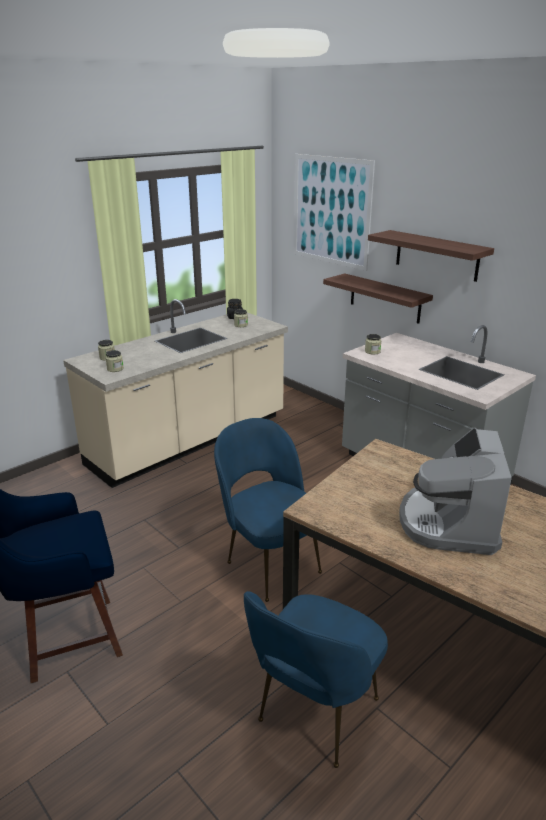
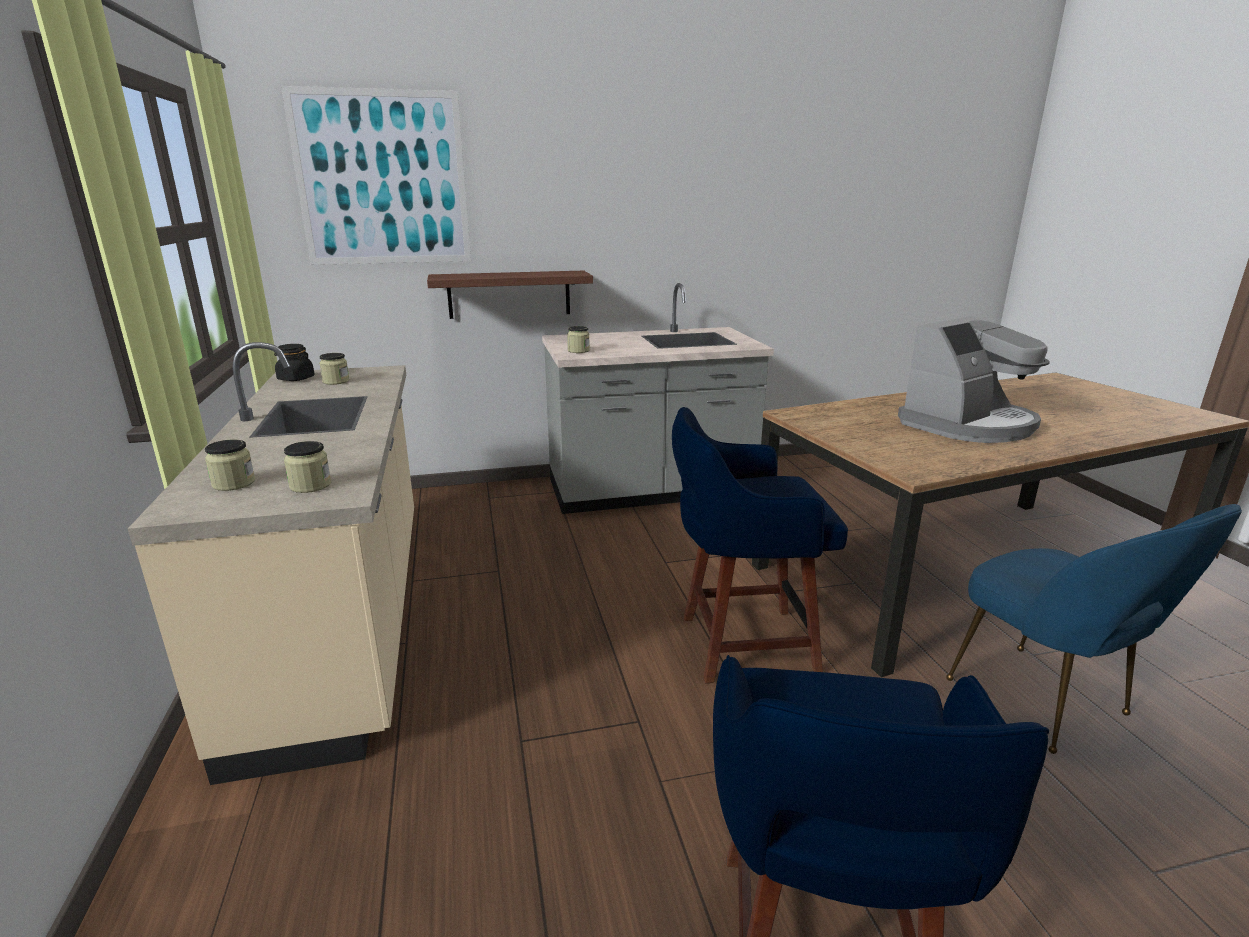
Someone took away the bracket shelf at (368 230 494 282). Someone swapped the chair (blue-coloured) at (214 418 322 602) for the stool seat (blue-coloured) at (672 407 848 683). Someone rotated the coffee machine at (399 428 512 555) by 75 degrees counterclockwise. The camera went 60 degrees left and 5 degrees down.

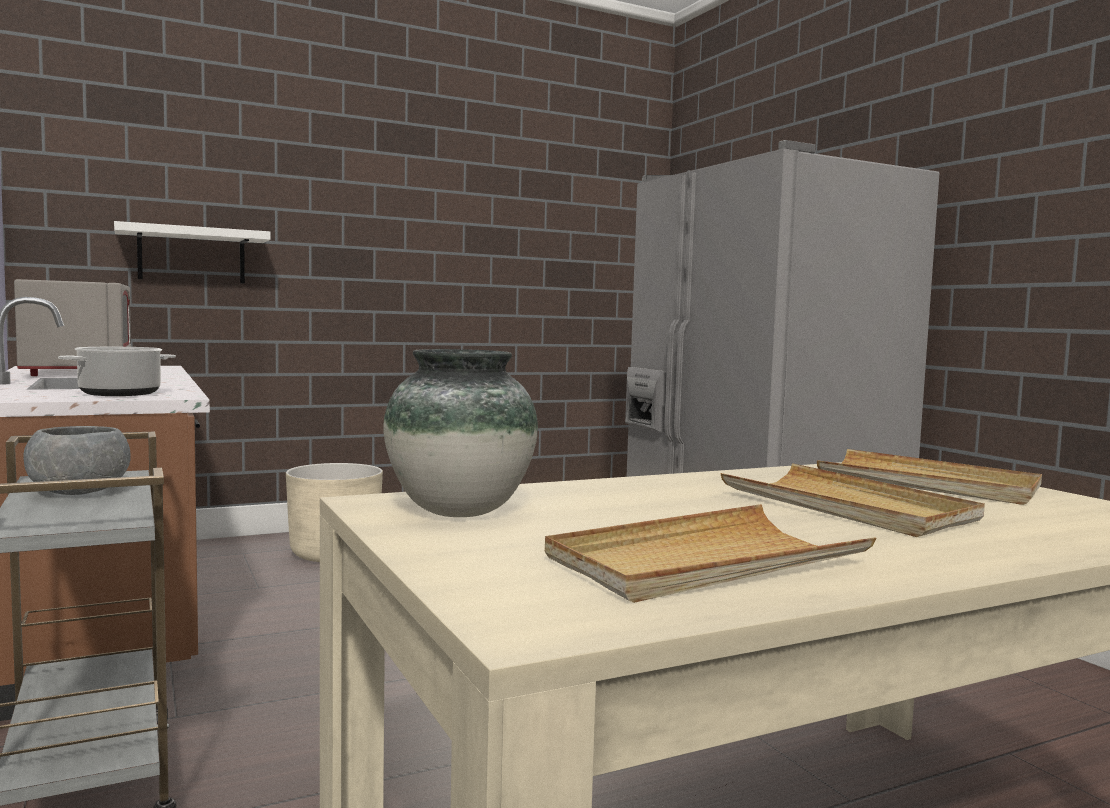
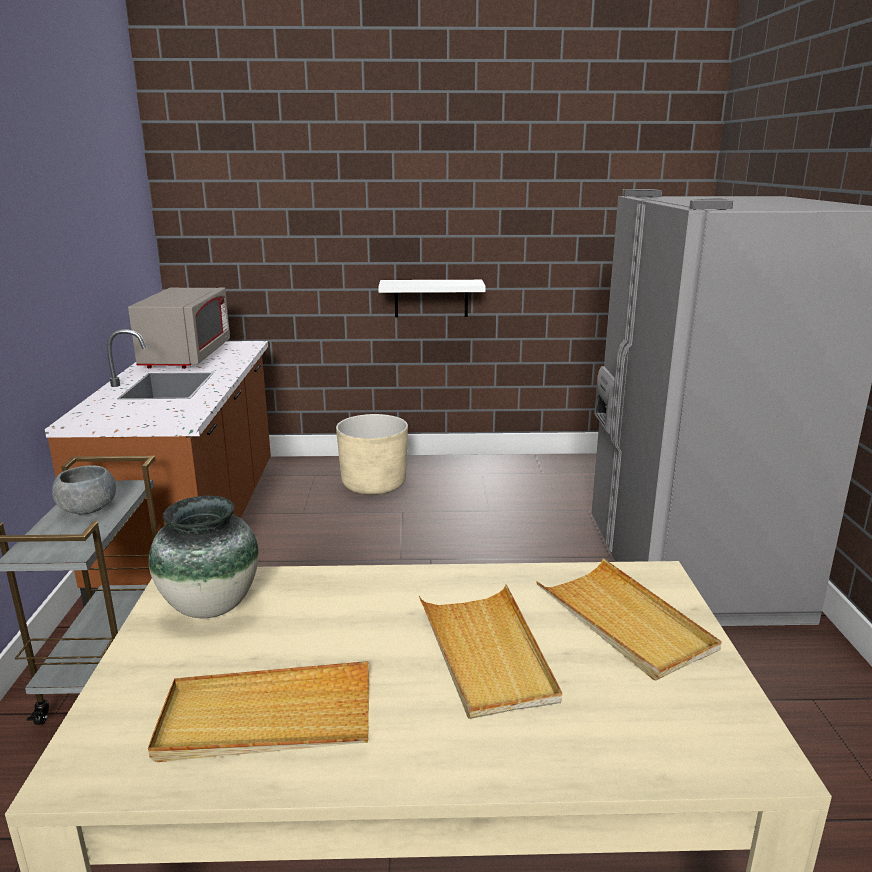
Someone took away the saucepot at (58 347 176 396). Someone carried the bracket shelf (whitish) from (114 221 271 284) to (378 280 486 317). The camera went 25 degrees right and 15 degrees up.

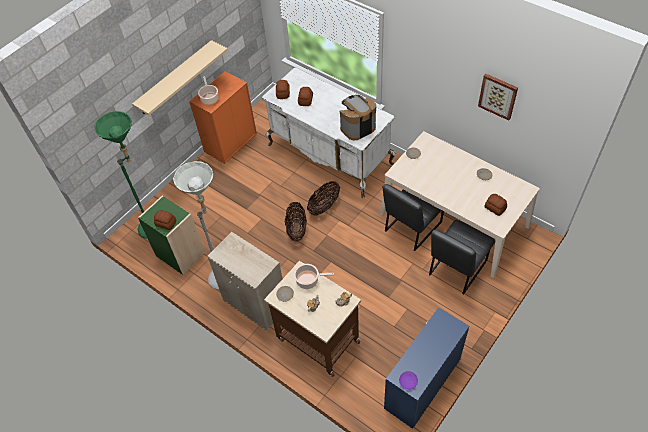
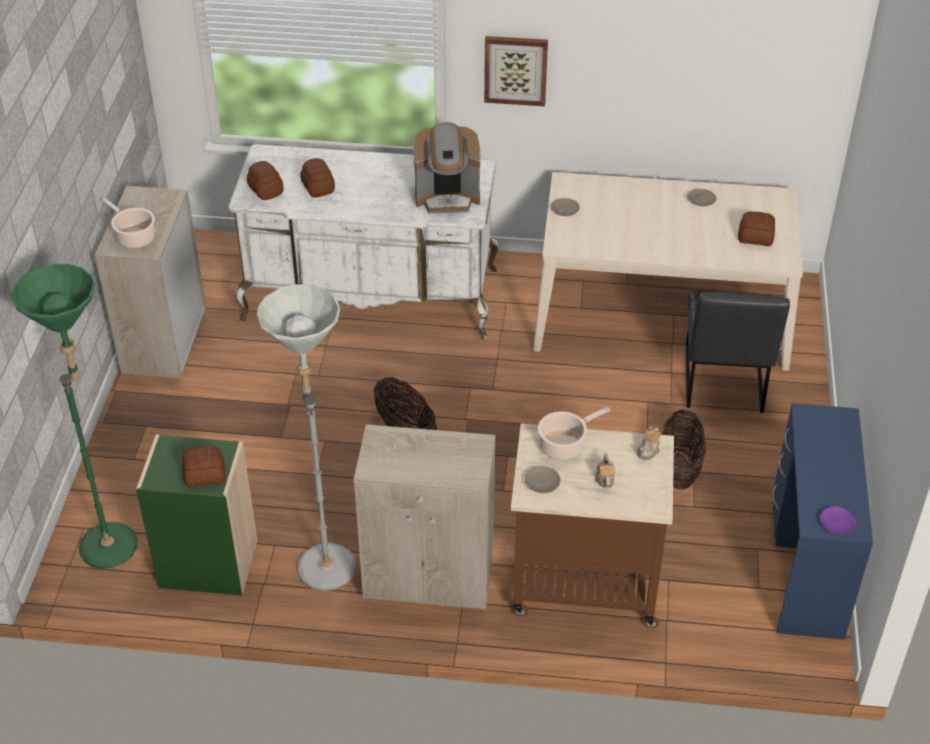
Someone took away the bracket shelf (beige-coloured) at (132 40 228 115). Someone took away the chair (grey) at (383 184 444 251). Someone carried the basket from (307 181 340 216) to (662 410 706 490). Someone carried the wall picture from (478 73 518 120) to (484 36 548 106). Someone repainted the cupboard (orange) at (189 71 257 164), which became the cupboard (beige-coloured) at (95 186 206 378). Someone rotated the coffee machine at (340 95 376 140) by 120 degrees counterclockwise. The camera went 35 degrees left and 10 degrees down.

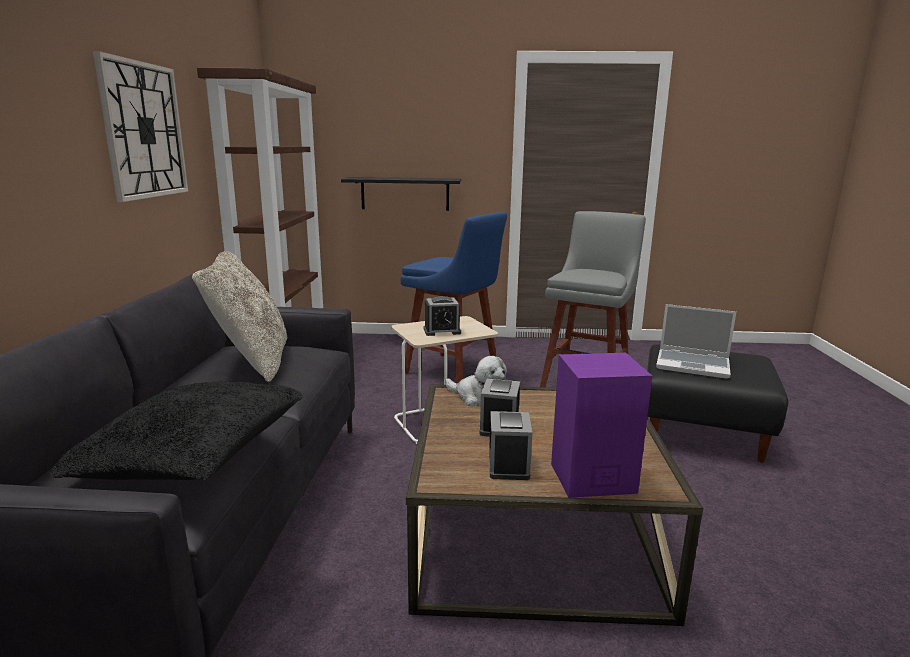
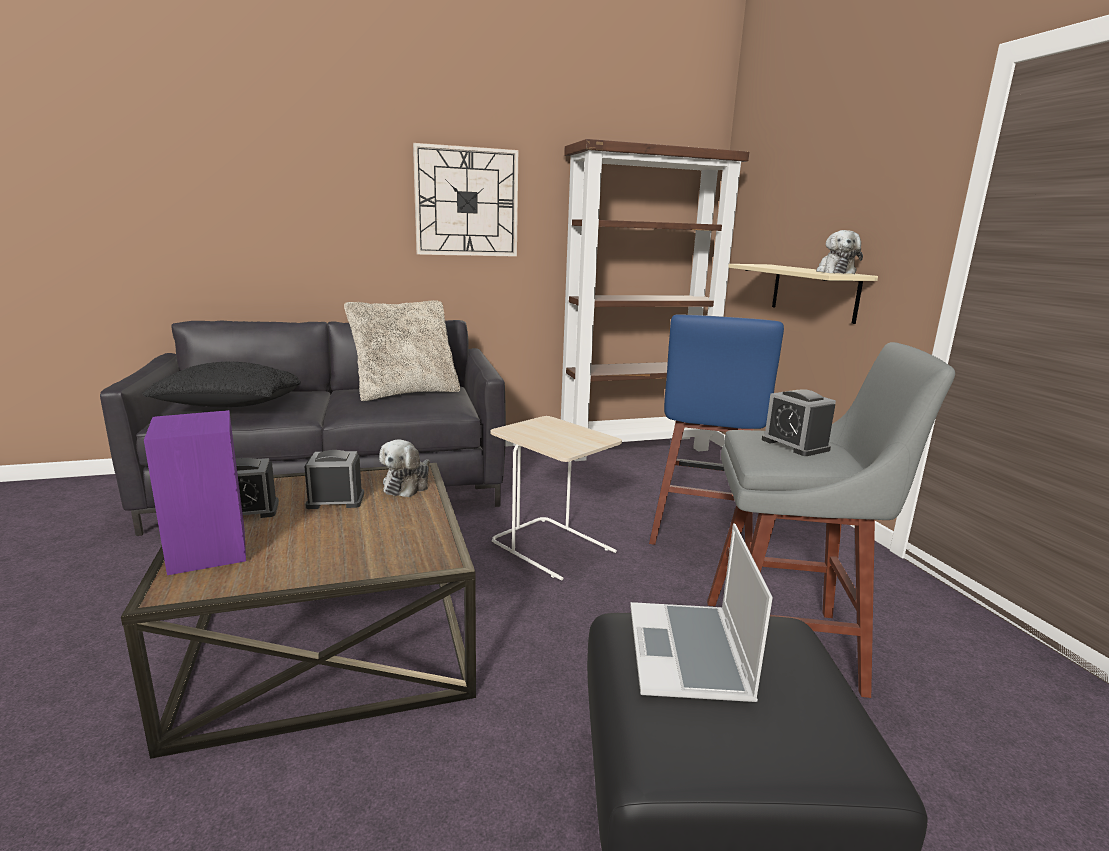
Someone put down the soft toy at (816 230 863 274). Someone carried the table clock from (423 296 461 336) to (762 389 836 456). Someone repainted the bracket shelf (black-coloured) at (341 177 461 211), which became the bracket shelf (beige-coloured) at (728 264 878 324). The camera went 70 degrees right and 0 degrees up.

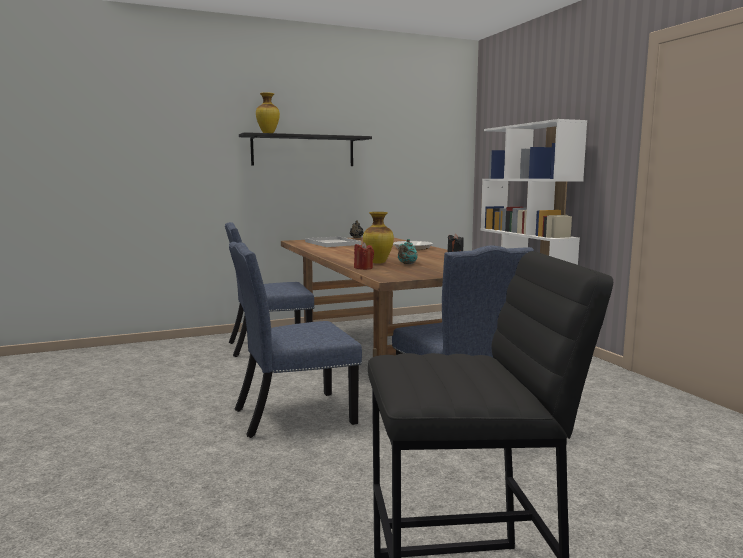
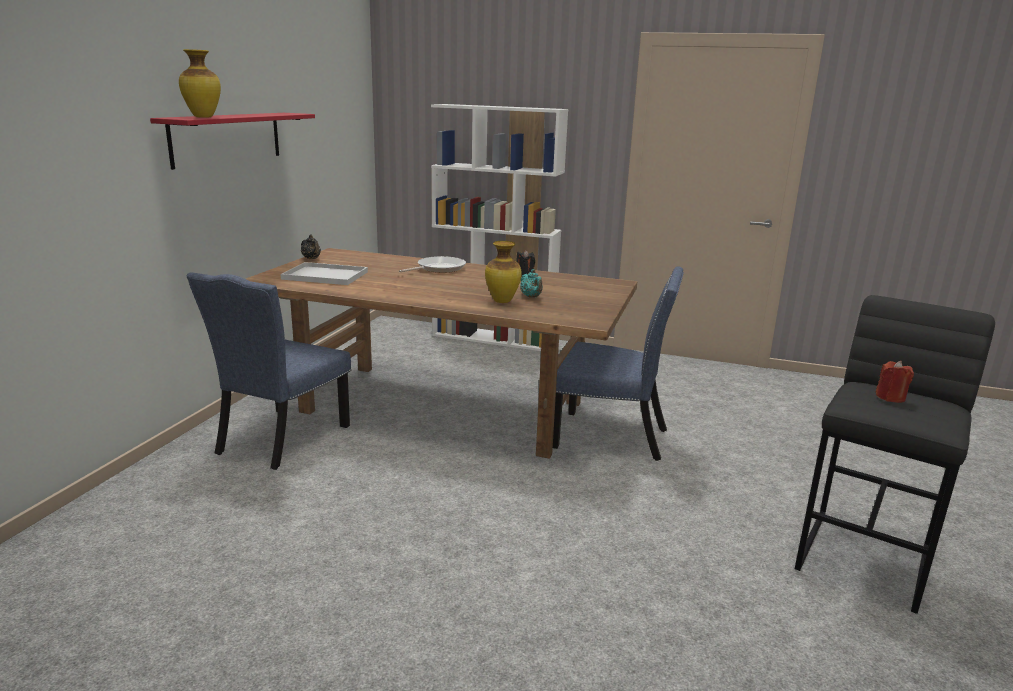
Someone took away the chair (blue-coloured) at (229 242 362 438). Someone carried the candle (reddish) from (354 242 374 270) to (876 361 914 403). Someone repainted the bracket shelf (black-coloured) at (239 132 372 166), which became the bracket shelf (reddish) at (150 113 315 170). The camera went 50 degrees left and 10 degrees up.

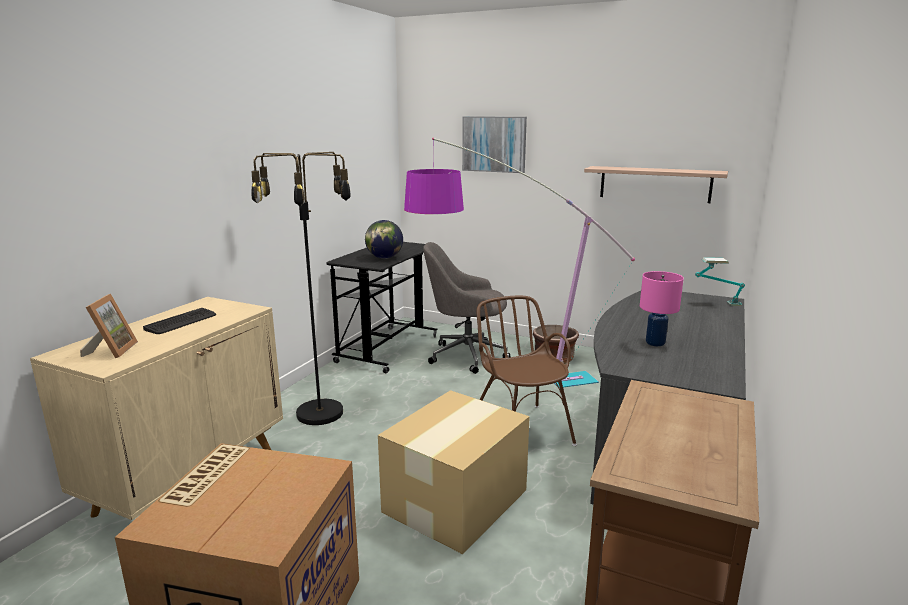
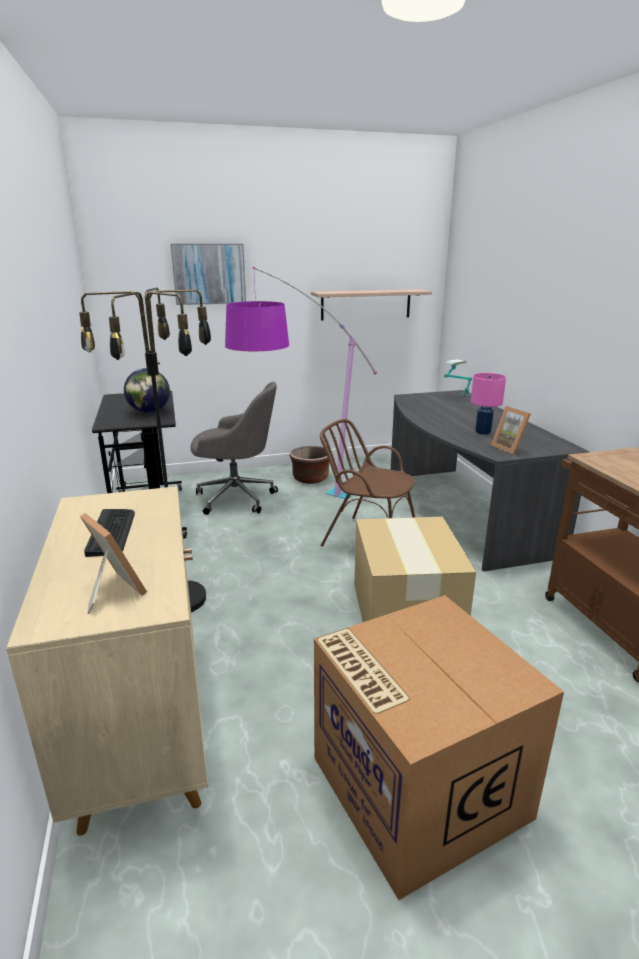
Someone put down the photo frame at (491 406 531 455). Someone rotated the office chair (grey) at (423 242 511 374) by 135 degrees counterclockwise. The camera went 40 degrees left and 5 degrees up.

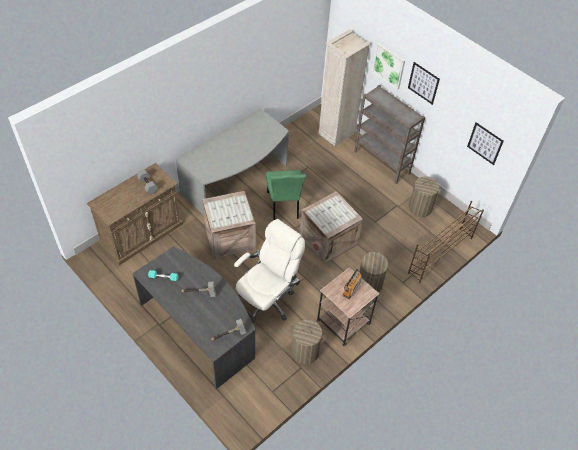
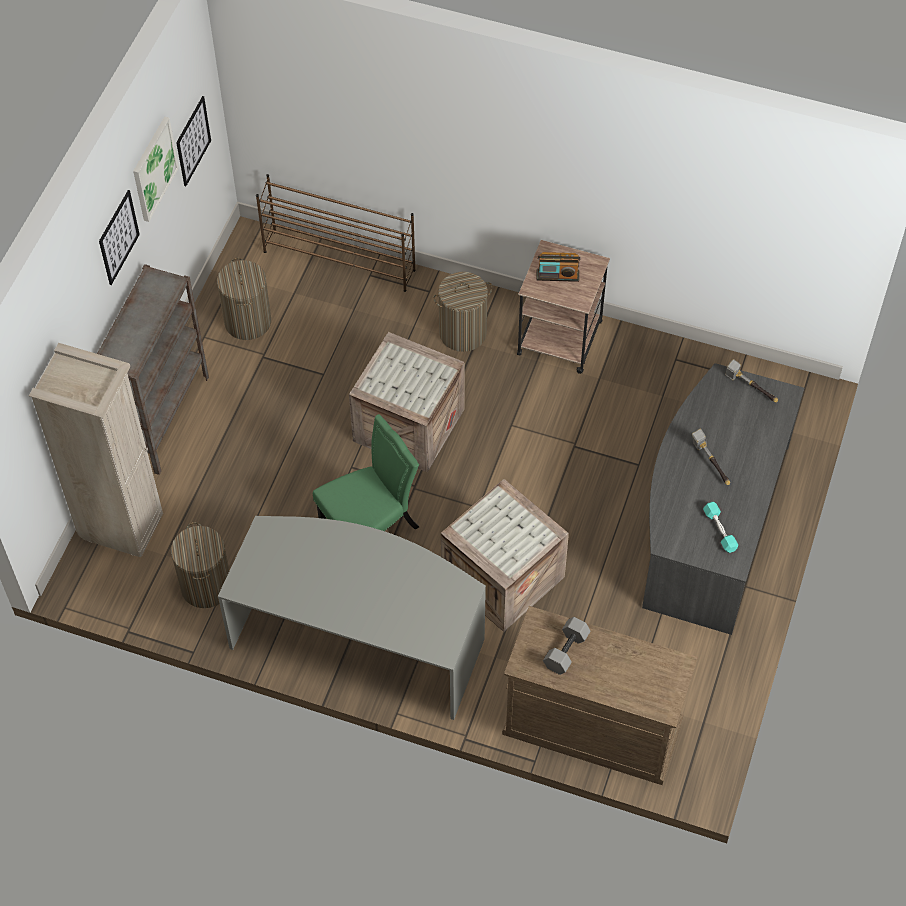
Someone took away the office chair (whitish) at (234 219 305 322). Someone carried the washing basket from (290 320 326 364) to (171 522 230 608). Someone carried the wall picture from (372 43 405 89) to (133 117 179 222). The camera went 115 degrees left and 5 degrees up.

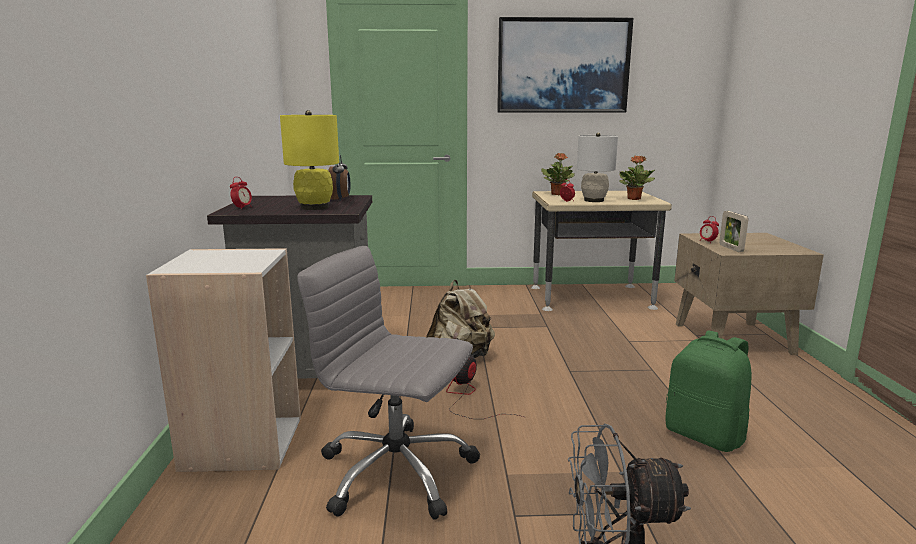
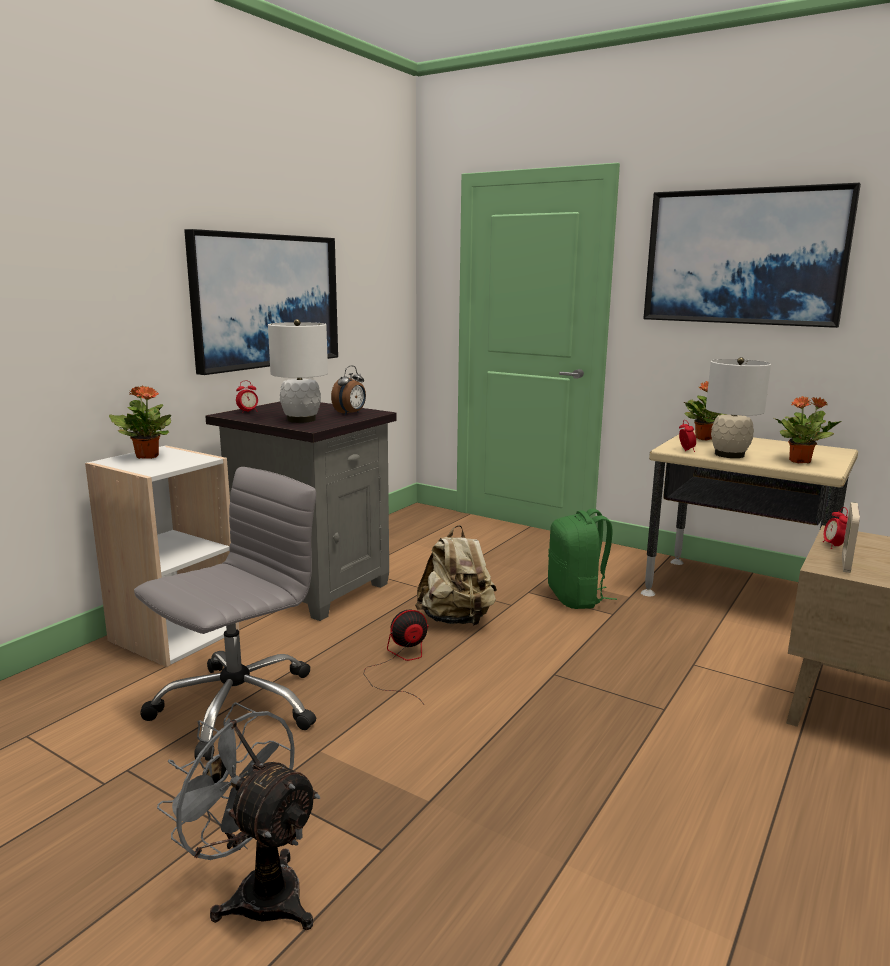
Someone put down the potted plant at (109 386 171 459). Someone put up the wall picture at (184 229 338 375). Someone carried the rucksack (greenish) from (665 330 752 452) to (548 509 617 609). Someone repainted the table lamp (yellowish) at (280 110 339 210), which became the table lamp (whitish) at (268 319 328 423). Someone rotated the office chair (grey) at (297 246 480 520) by 75 degrees clockwise. The camera went 35 degrees right and 0 degrees up.

